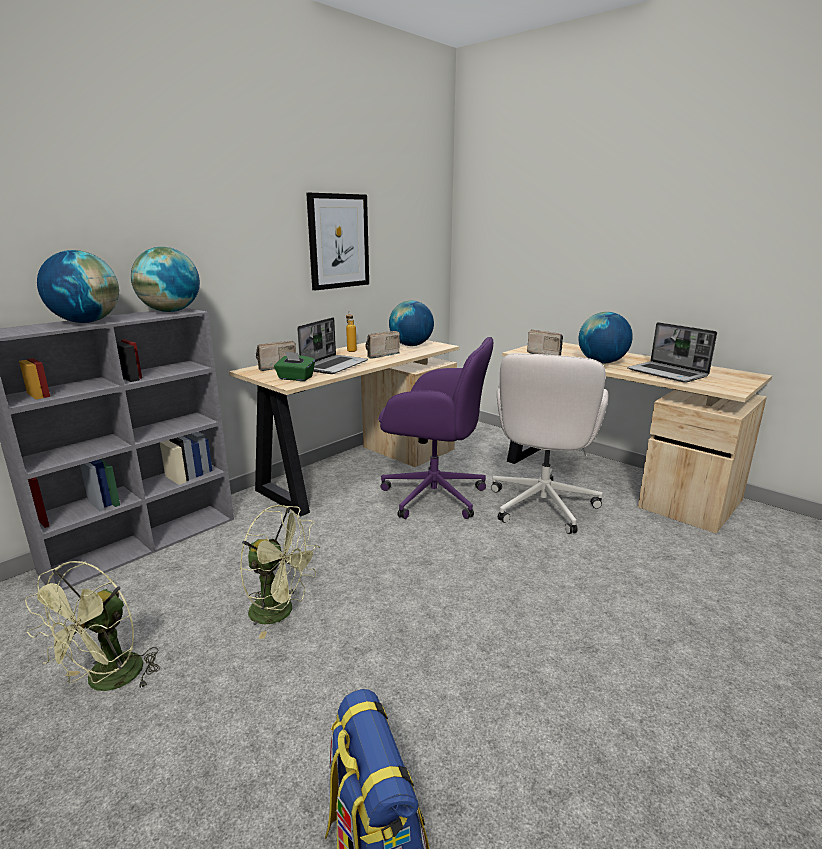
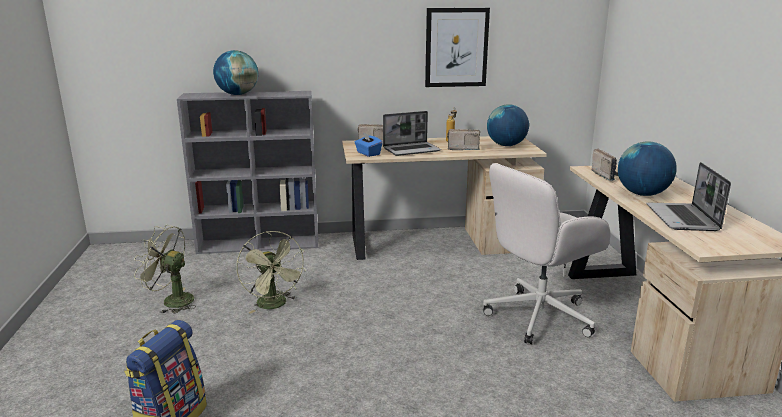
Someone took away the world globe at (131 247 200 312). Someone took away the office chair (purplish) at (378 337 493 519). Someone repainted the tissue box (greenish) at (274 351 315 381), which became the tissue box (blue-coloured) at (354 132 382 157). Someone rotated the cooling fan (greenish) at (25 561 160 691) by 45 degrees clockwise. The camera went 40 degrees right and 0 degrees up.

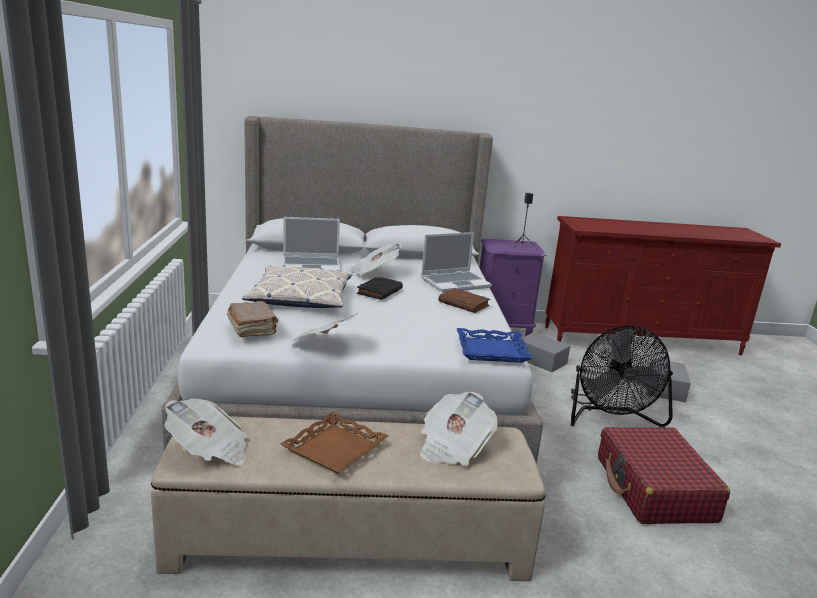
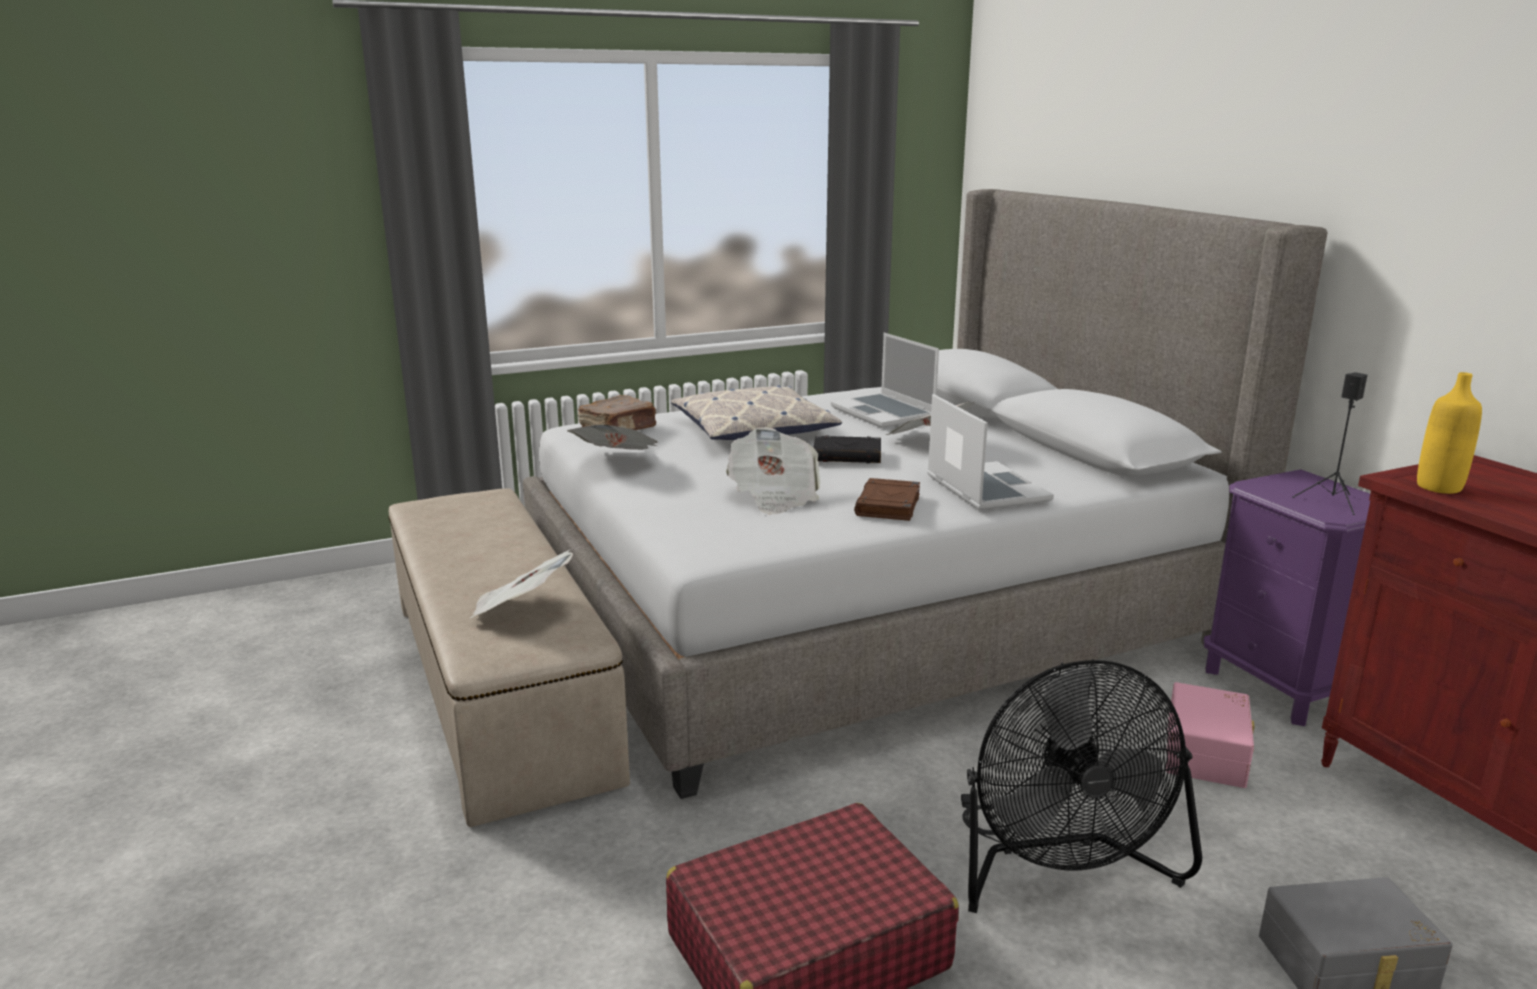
Someone took away the serving tray (brown) at (281 412 388 474). Someone took away the serving tray (blue-coloured) at (457 328 533 363). Someone put down the drink bottle (yellowish) at (1417 372 1482 494). Someone carried the newspaper from (164 399 248 465) to (726 427 820 515). Someone repainted the storage bin (grey) at (519 332 570 372), which became the storage bin (pinkish) at (1166 682 1255 788). Someone rotated the portable computer at (421 232 492 293) by 150 degrees counterclockwise. Someone rotated the cooling fan (black-coloured) at (570 326 673 427) by 75 degrees counterclockwise. The camera went 70 degrees right and 0 degrees up.

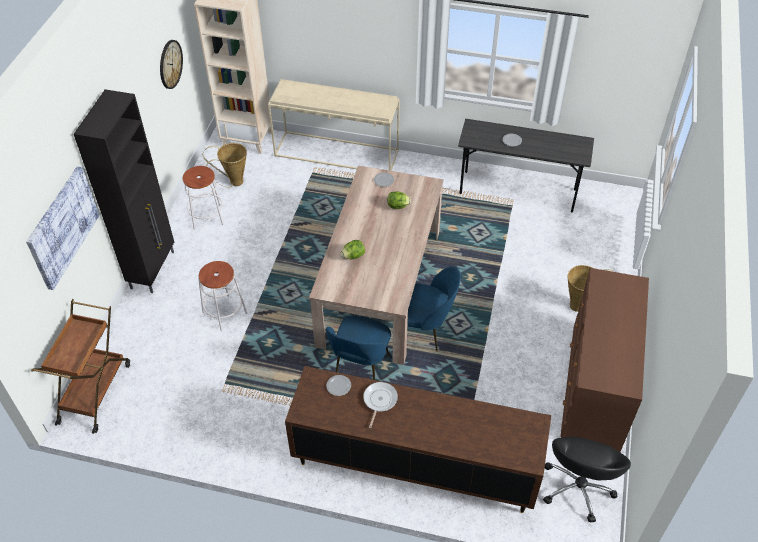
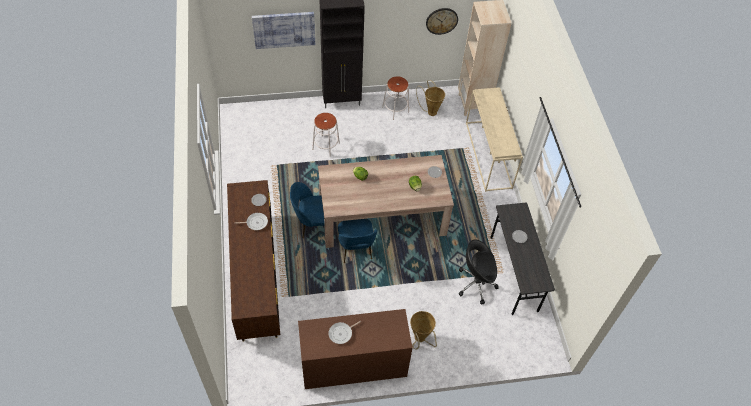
Someone took away the trolley (brown) at (31 299 130 434). Someone put down the skillet at (328 321 362 344). Someone carried the office chair (black-coloured) from (543 437 631 522) to (459 239 499 304). The camera went 65 degrees right and 5 degrees up.

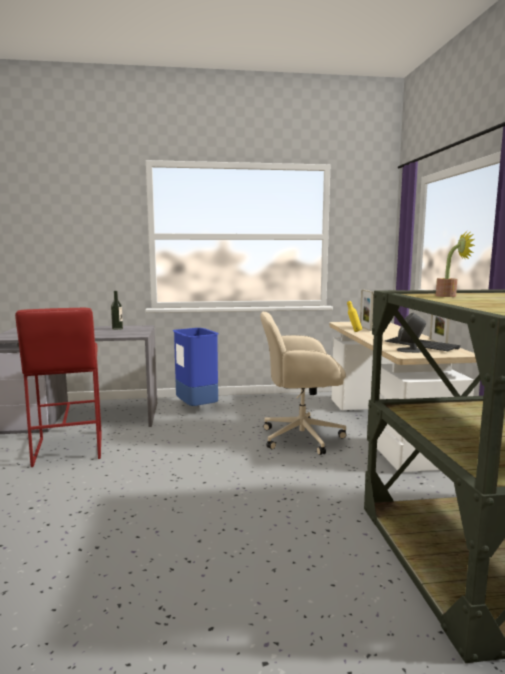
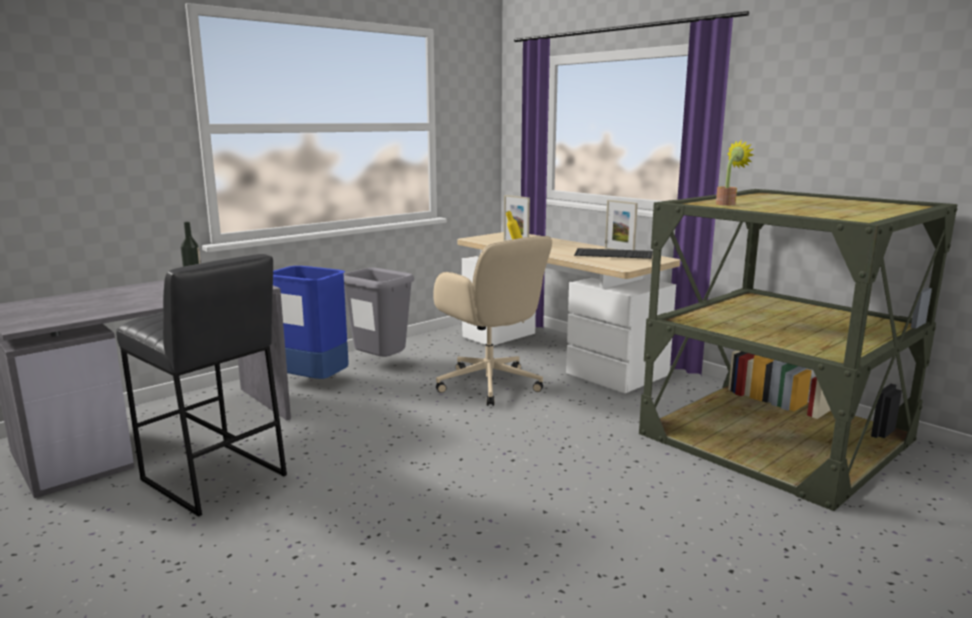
Someone took away the speaker (grey) at (397 313 426 353). Someone put down the waste bin (grey) at (344 267 414 357). Someone repainted the stool seat (reddish) at (15 308 102 467), which became the stool seat (grey) at (116 254 287 517). Someone rotated the office chair (beige-coloured) at (260 311 346 455) by 90 degrees counterclockwise. The camera went 35 degrees left and 5 degrees up.

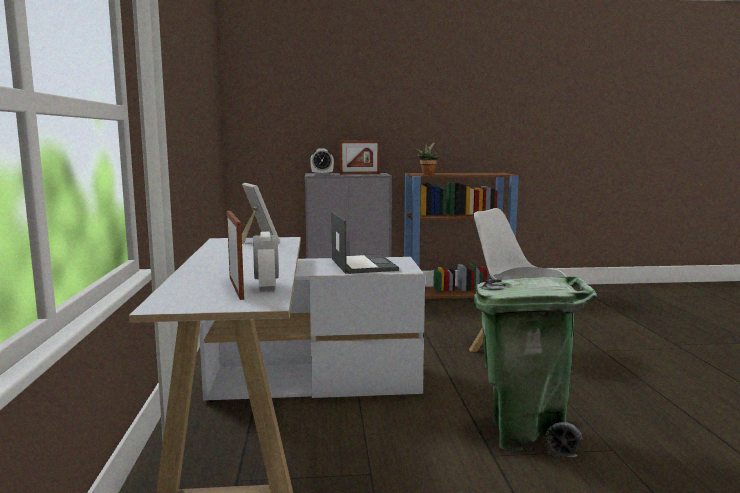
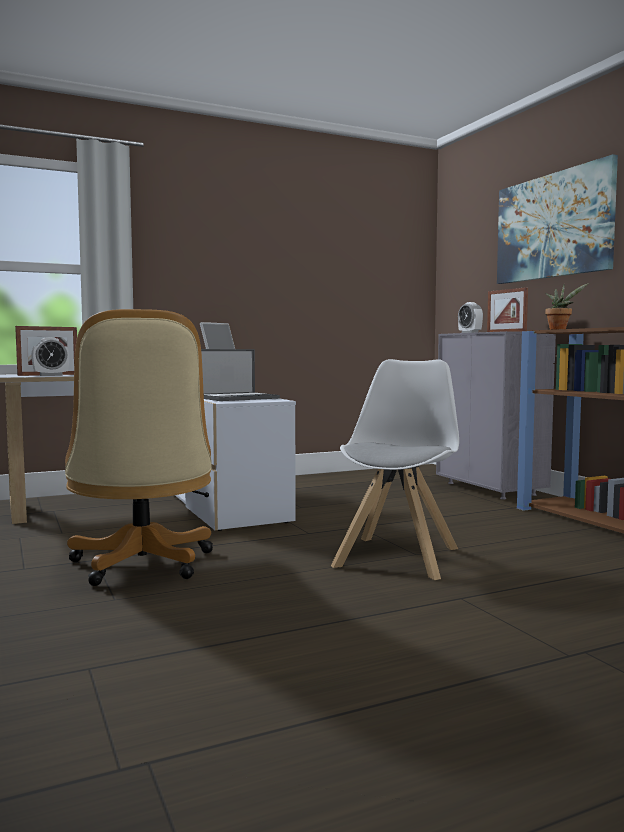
Someone put up the wall picture at (497 154 618 284). Someone swapped the waste bin (greenish) at (474 276 597 457) for the office chair (beige-coloured) at (65 309 213 586). The camera went 70 degrees right and 5 degrees down.

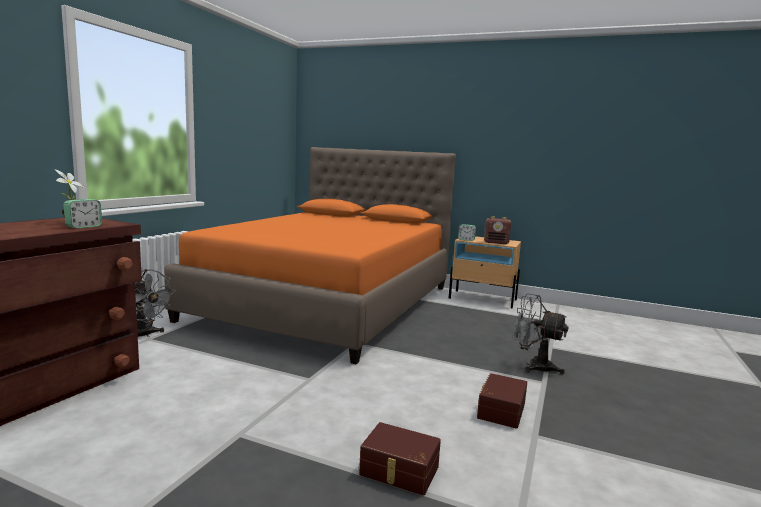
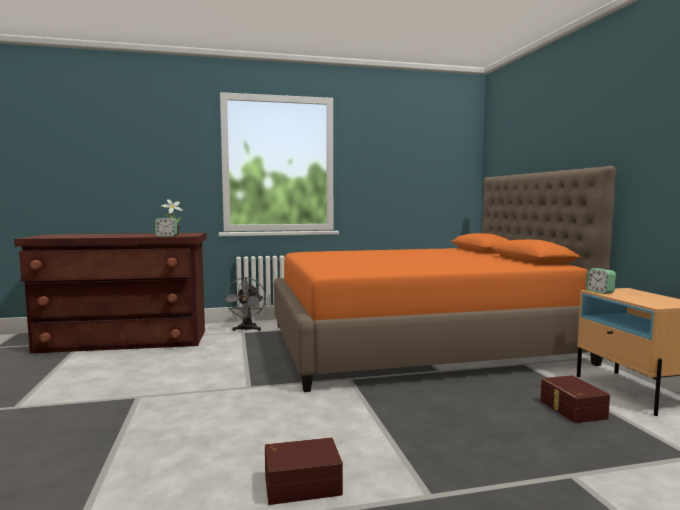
Someone took away the radio at (484 216 511 244). Someone took away the cooling fan (grey) at (513 293 569 374). Someone carried the storage bin (brown) from (359 422 441 496) to (540 375 610 423). The camera went 55 degrees right and 5 degrees down.

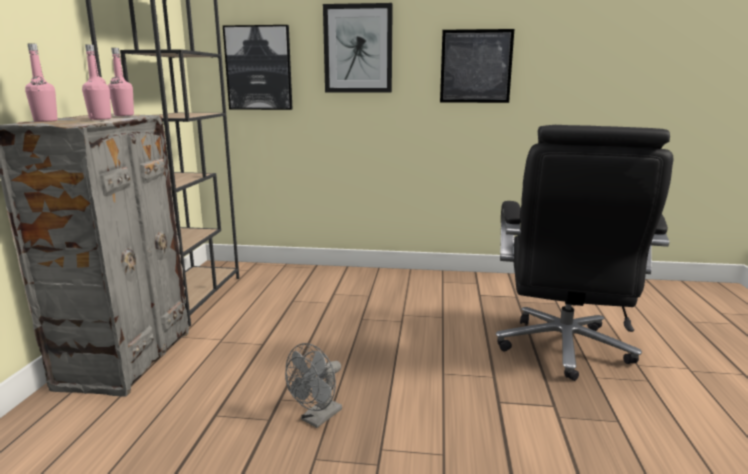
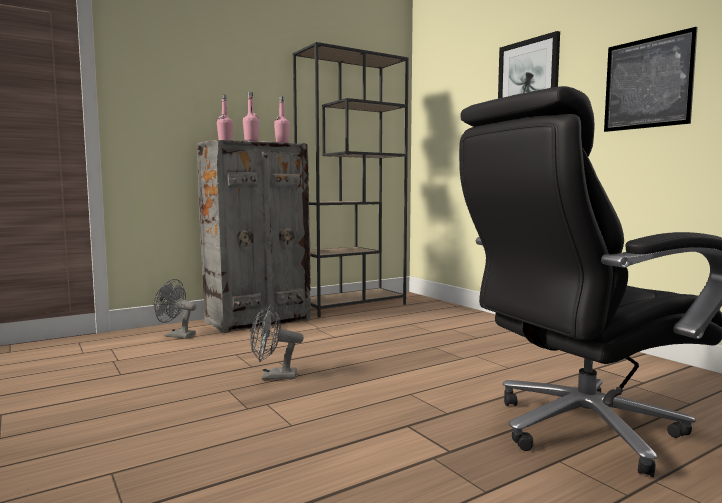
Someone took away the wall picture at (223 25 293 110). Someone put down the cooling fan (grey) at (154 279 197 339). The camera went 50 degrees right and 10 degrees down.

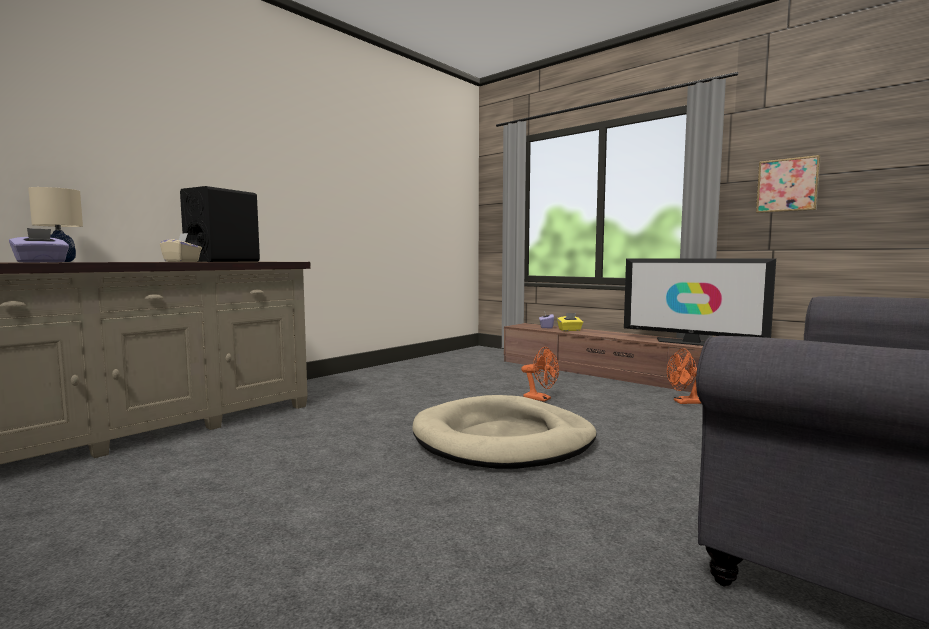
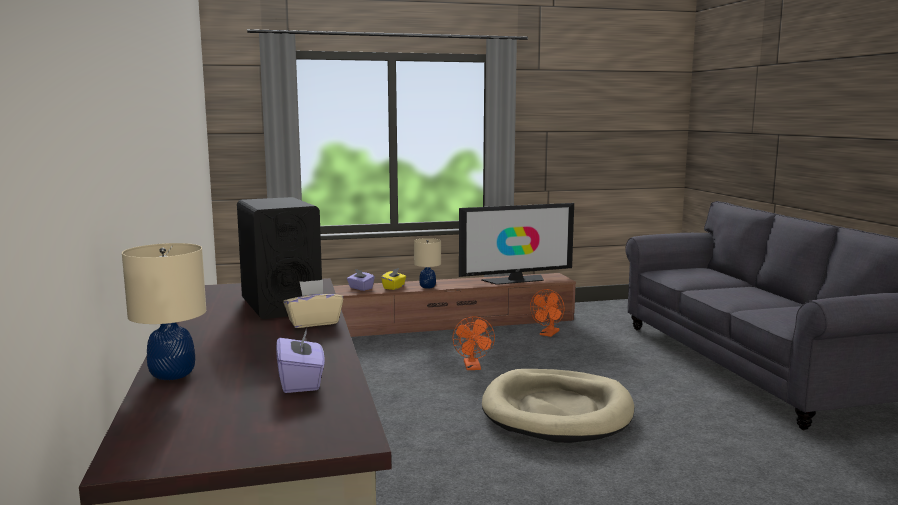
Someone took away the wall picture at (756 155 821 213). Someone put down the table lamp (beige-coloured) at (414 238 441 289). Someone rotated the cooling fan (orange) at (521 347 559 402) by 105 degrees clockwise. The camera went 55 degrees left and 5 degrees up.

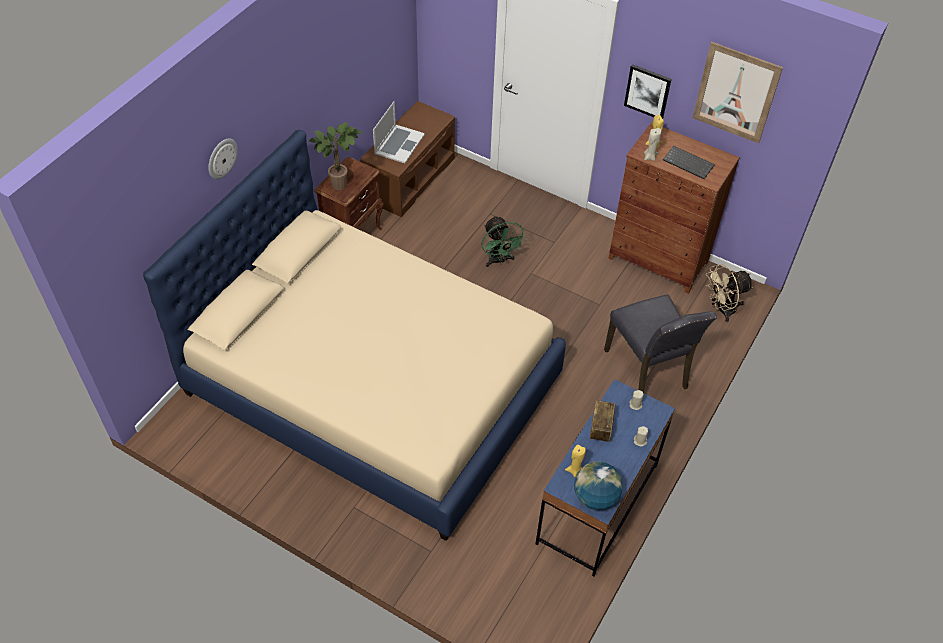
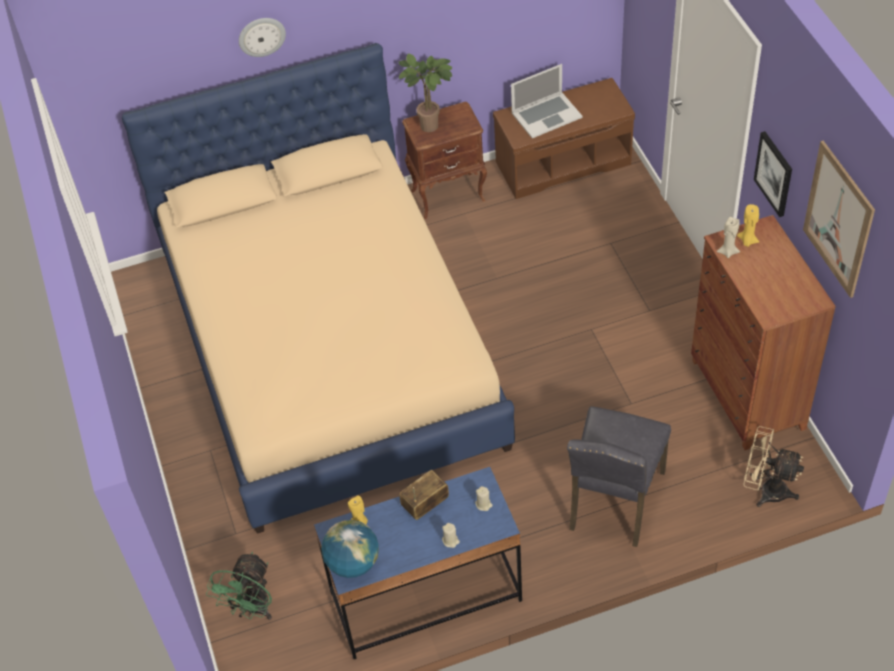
Someone took away the computer keyboard at (663 146 715 179). Someone carried the cooling fan (greenish) from (482 215 527 267) to (206 552 272 620). The camera went 45 degrees right and 0 degrees up.

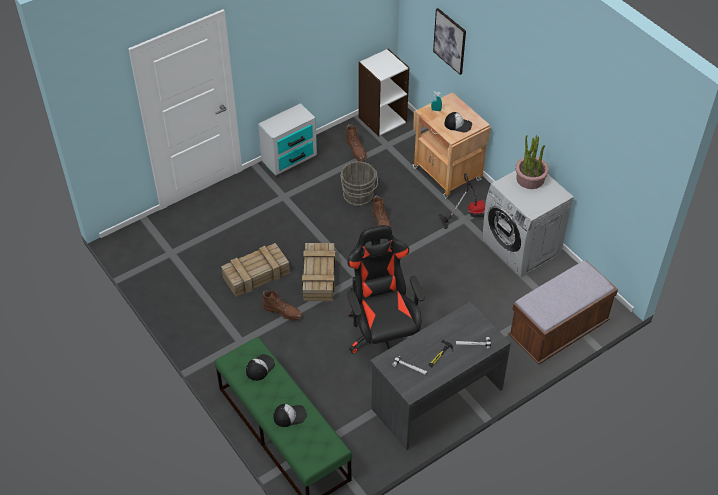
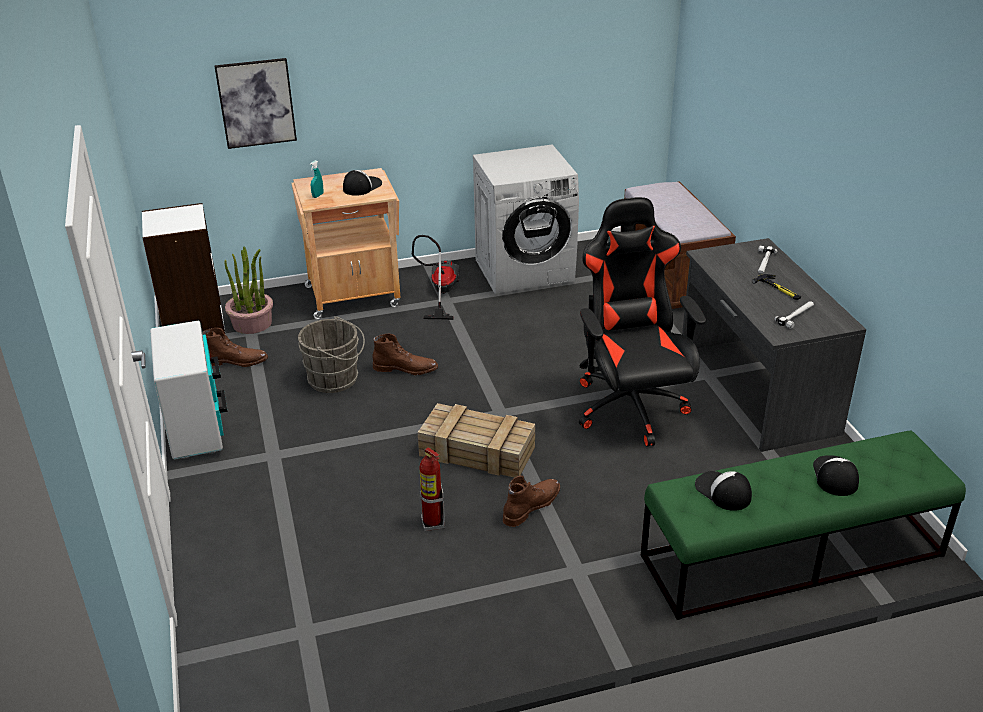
Someone carried the potted plant from (515 135 549 189) to (225 247 273 334). Someone swapped the shipping crate at (221 243 290 297) for the extinguisher at (419 448 445 531). Someone rotated the office chair (black-coloured) at (347 225 425 353) by 75 degrees clockwise. The camera went 70 degrees left and 15 degrees down.

